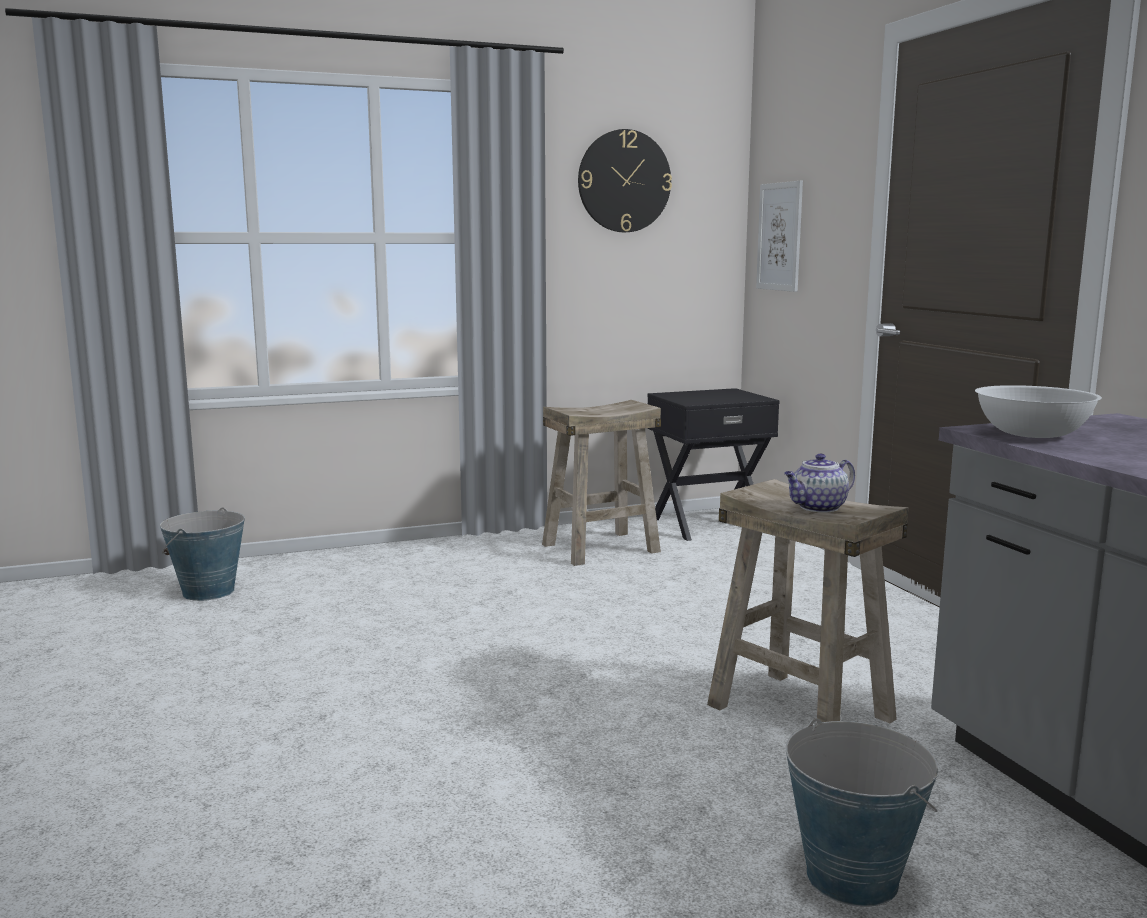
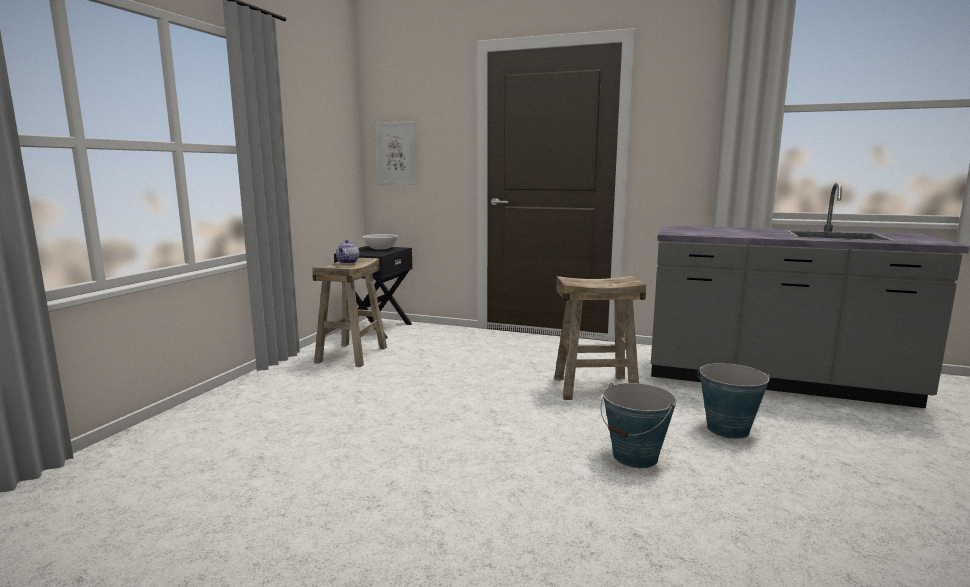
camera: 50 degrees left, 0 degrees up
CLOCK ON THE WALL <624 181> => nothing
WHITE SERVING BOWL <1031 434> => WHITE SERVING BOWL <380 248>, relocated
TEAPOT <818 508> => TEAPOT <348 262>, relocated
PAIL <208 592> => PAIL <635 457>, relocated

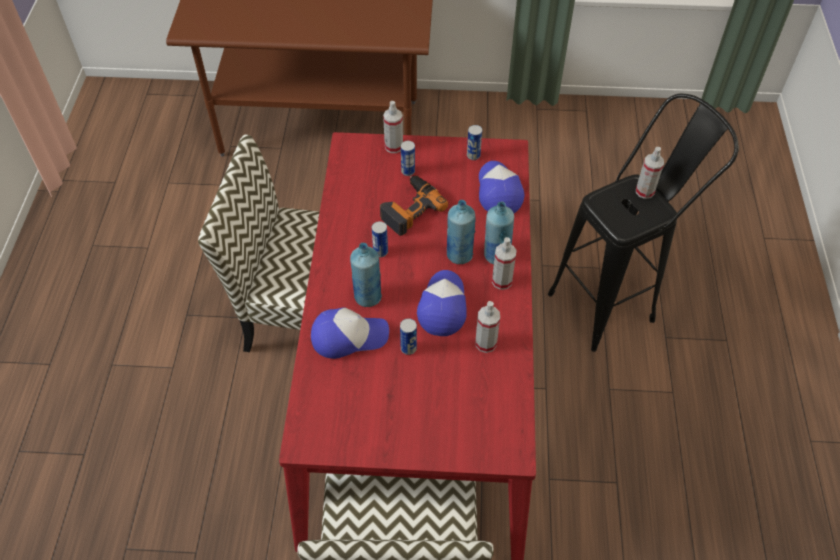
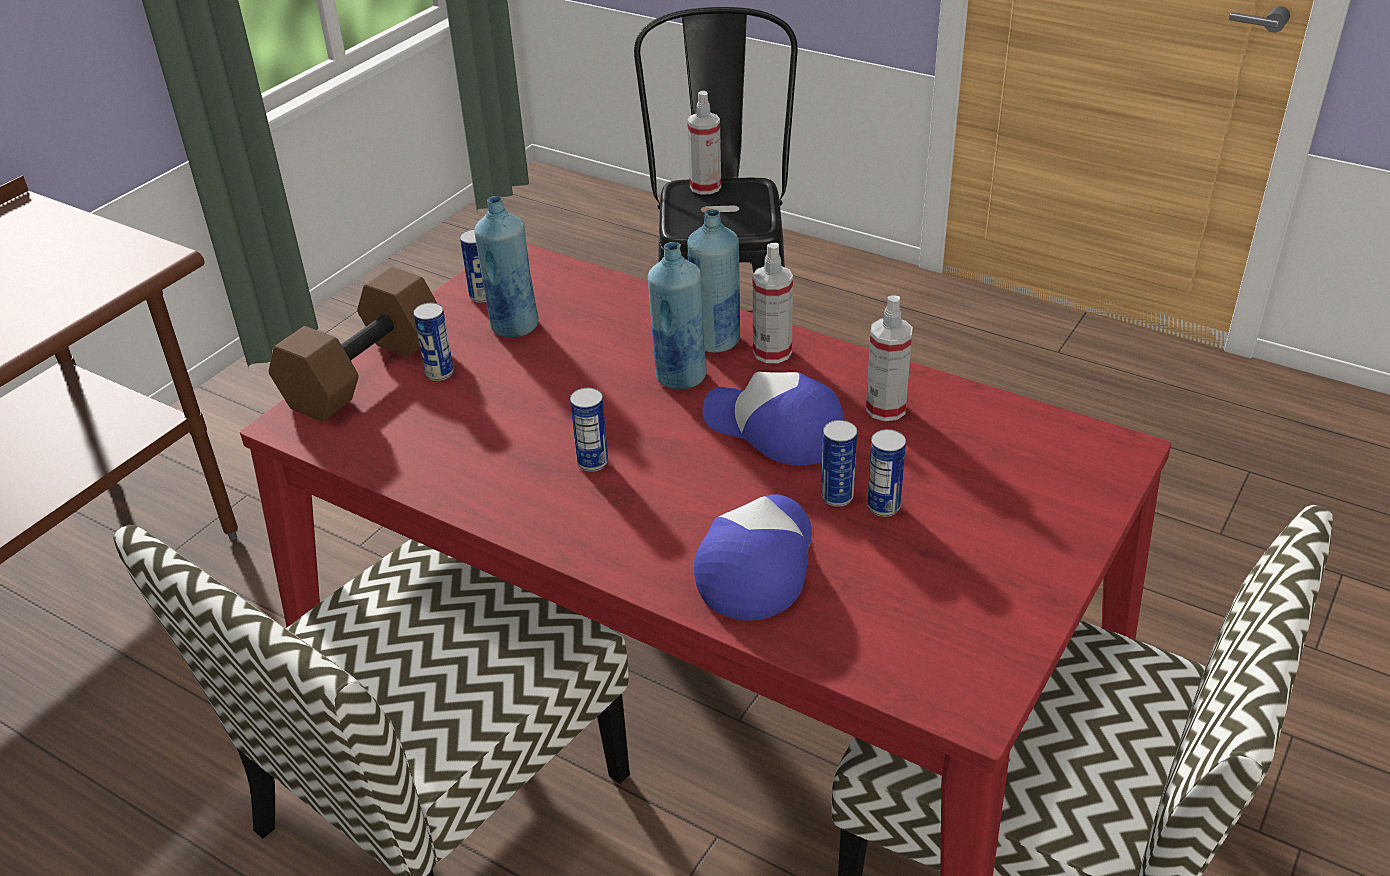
camera: 60 degrees left, 15 degrees down
SPRAY BOTTLE <393 146> => BROWN-COLOURED DUMBBELL <364 371>
CAP <498 191> => nothing
DRILL <409 208> => nothing
BLUE-COLOURED BOTTLE <367 297> => BLUE-COLOURED BOTTLE <513 326>, relocated
nothing => METAL CAN <883 506>

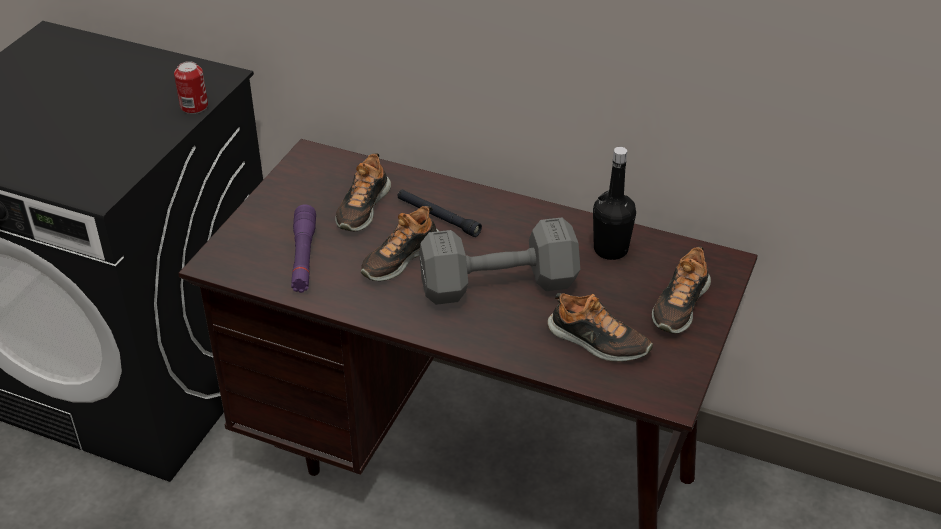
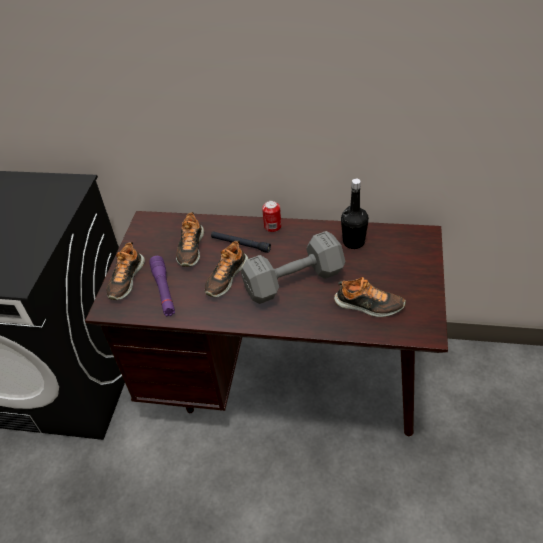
camera: 10 degrees left, 5 degrees up
METAL CAN <194 106> => METAL CAN <272 226>, relocated
LOW SHOE <680 305> => LOW SHOE <126 279>, relocated

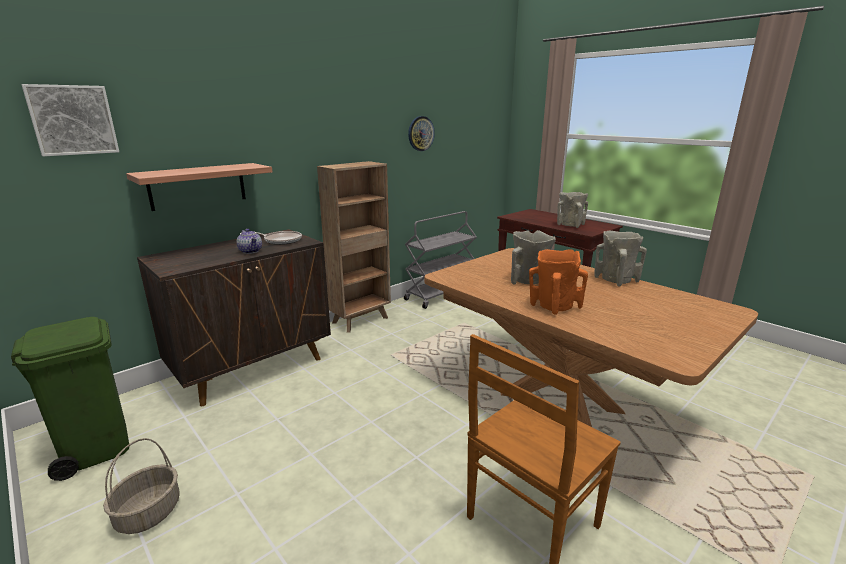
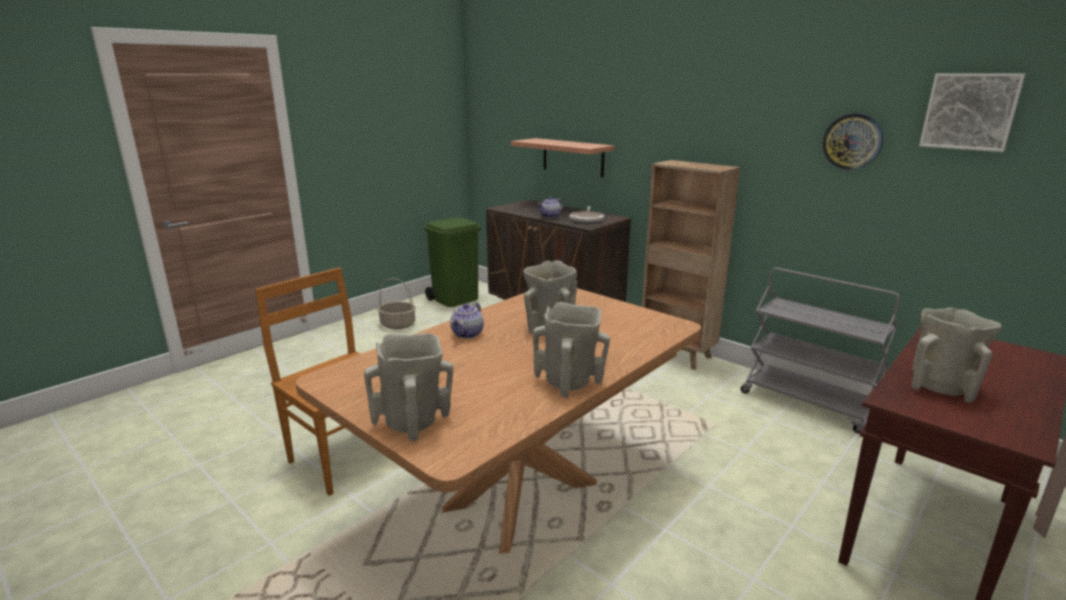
camera: 85 degrees right, 0 degrees up
PICTURE <73 120> => PICTURE <970 111>, relocated
ORANGEY DECORATIVE VASE <553 307> => TEAPOT <468 334>
nothing => BEIGE DECORATIVE VASE <414 421>

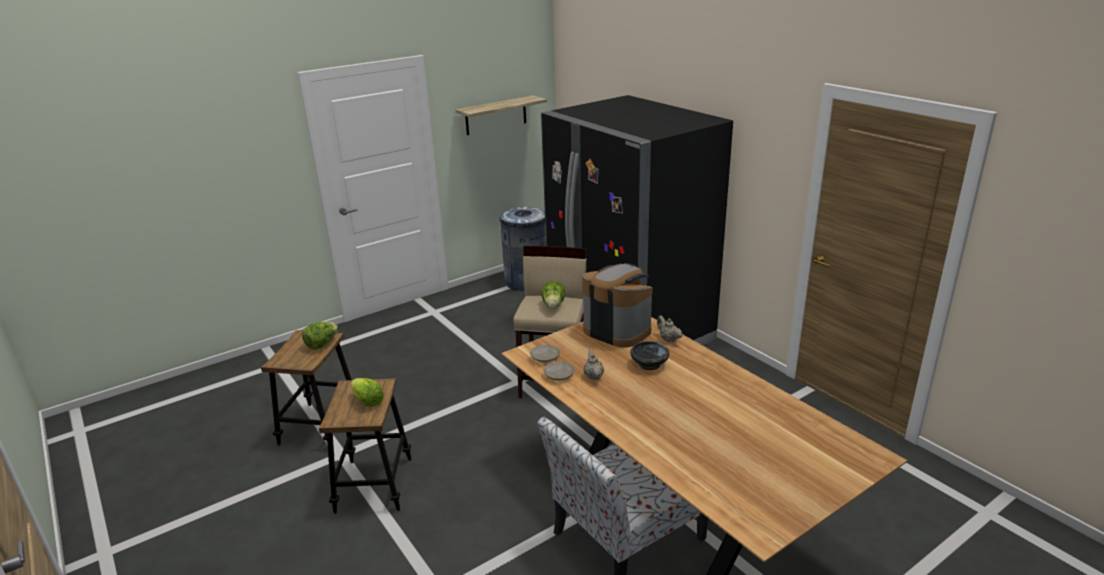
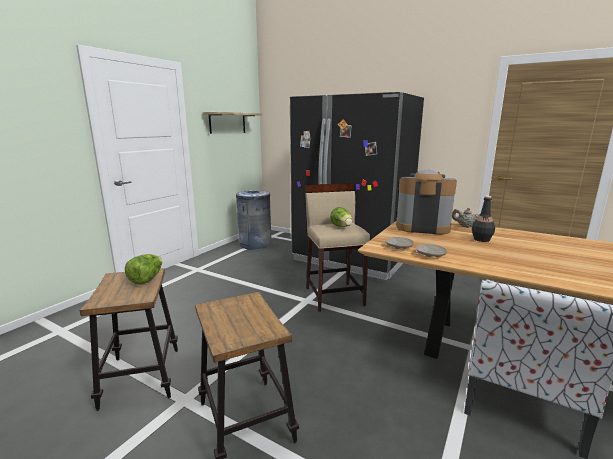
camera: 25 degrees left, 10 degrees down
BLACK SERVING BOWL <649 364> => BLACK BOTTLE <481 239>
BEIGE TEAPOT <593 376> => nothing
LETTUCE HEAD <367 401> => nothing

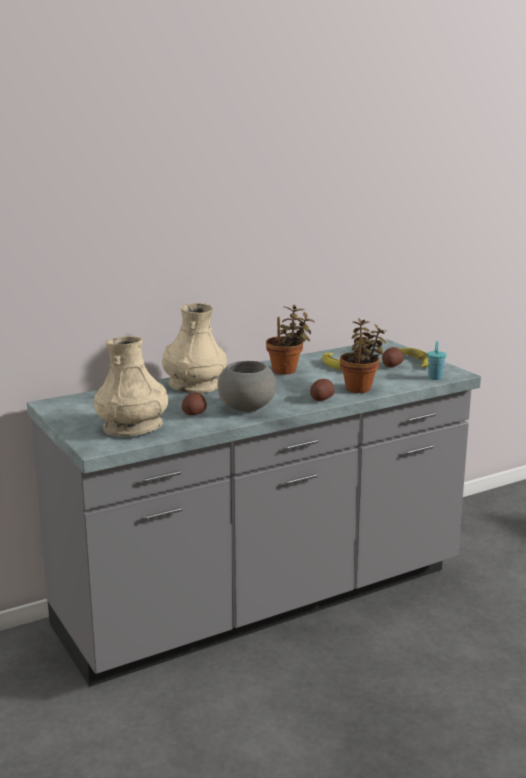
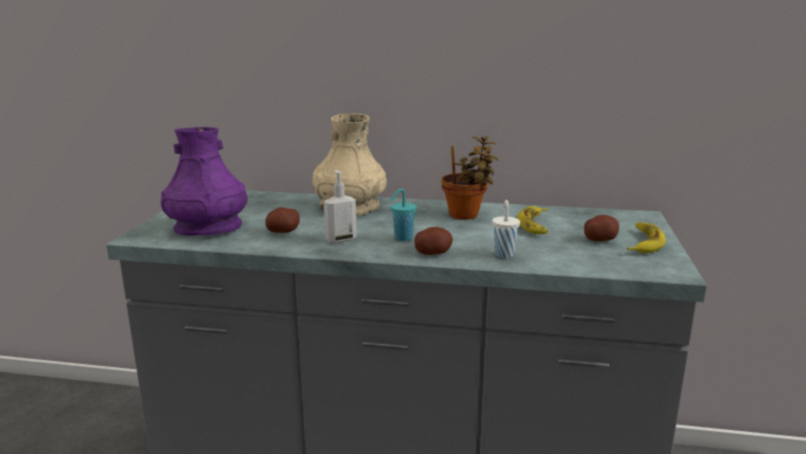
camera: 40 degrees right, 0 degrees up
PLANT IN A POT <360 388> => WHITE SMALL CUP <504 254>
BEIGE DECORATIVE VASE <133 427> => PURPLISH DECORATIVE VASE <208 228>
TURQUOISE SMALL CUP <435 378> => TURQUOISE SMALL CUP <402 238>, relocated
GREYISH SERVING BOWL <246 407> => SOAP BOTTLE <340 240>

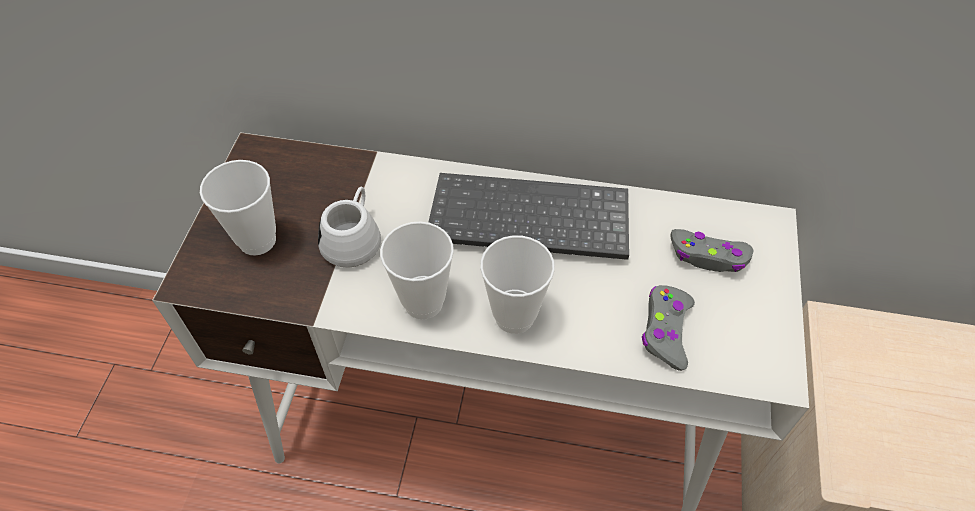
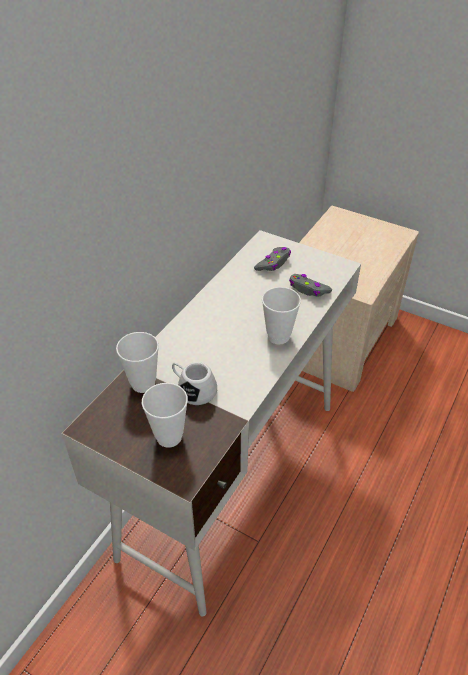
camera: 70 degrees left, 10 degrees down
PC KEYBOARD <526 222> => nothing
SMALL CUP <423 302> => SMALL CUP <143 384>, relocated

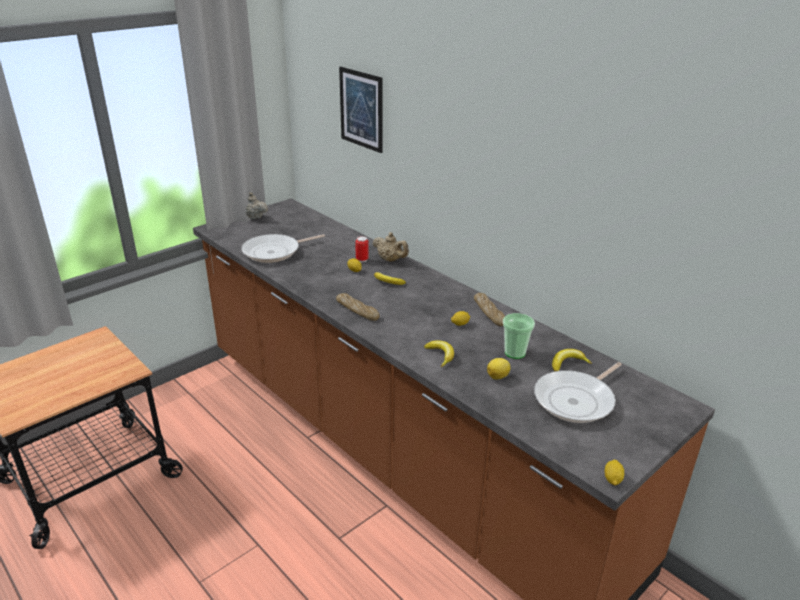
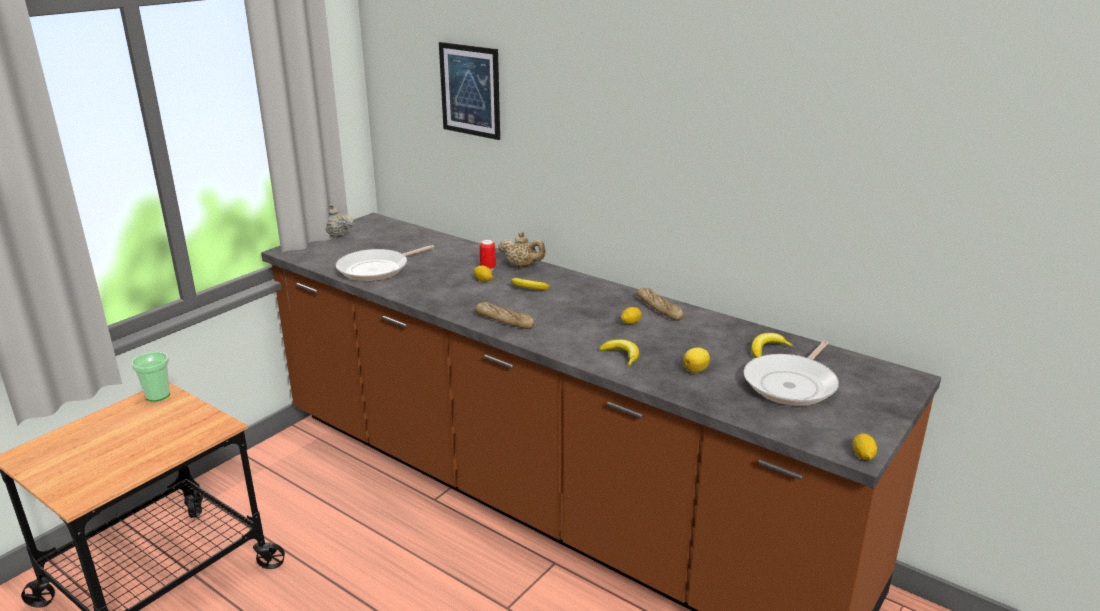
camera: 10 degrees left, 5 degrees down
SMALL CUP <515 353> => SMALL CUP <158 395>, relocated

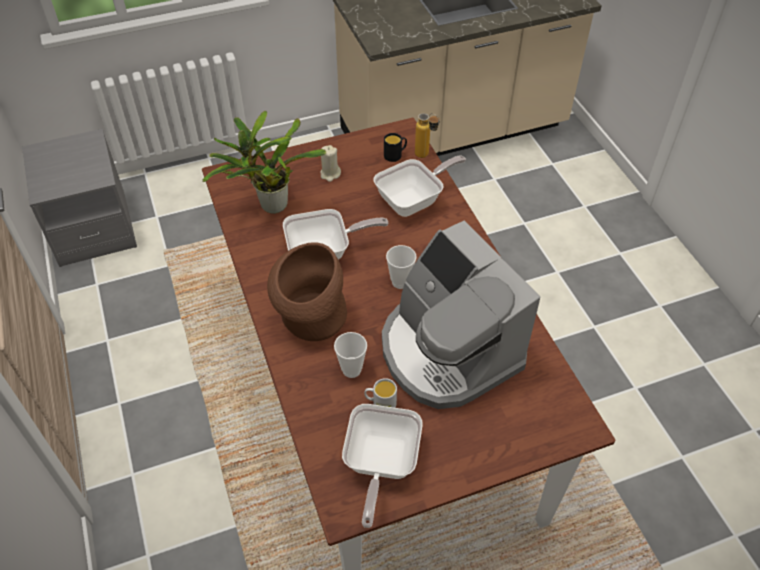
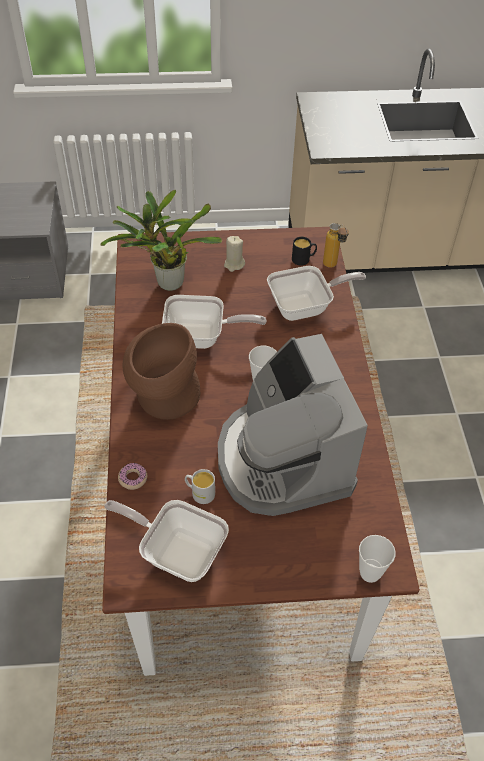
camera: 15 degrees right, 0 degrees up
SMALL CUP <351 370> => SMALL CUP <370 573>, relocated
PAN <380 465> => PAN <177 551>, 90 degrees clockwise
nothing => RING DOUGHNUT <133 478>

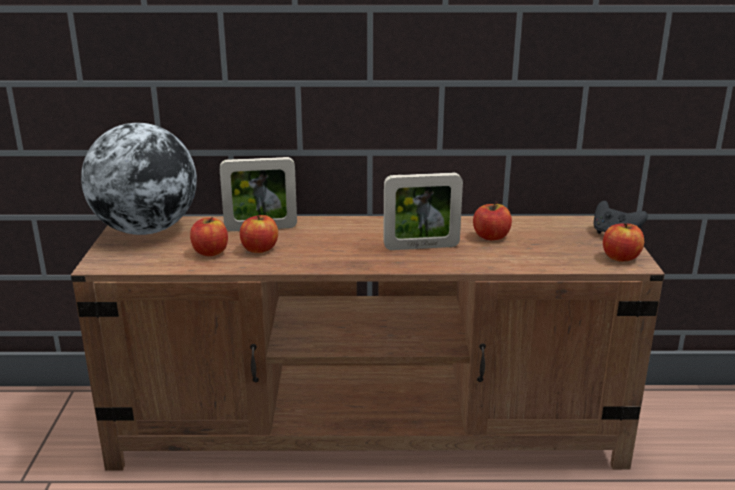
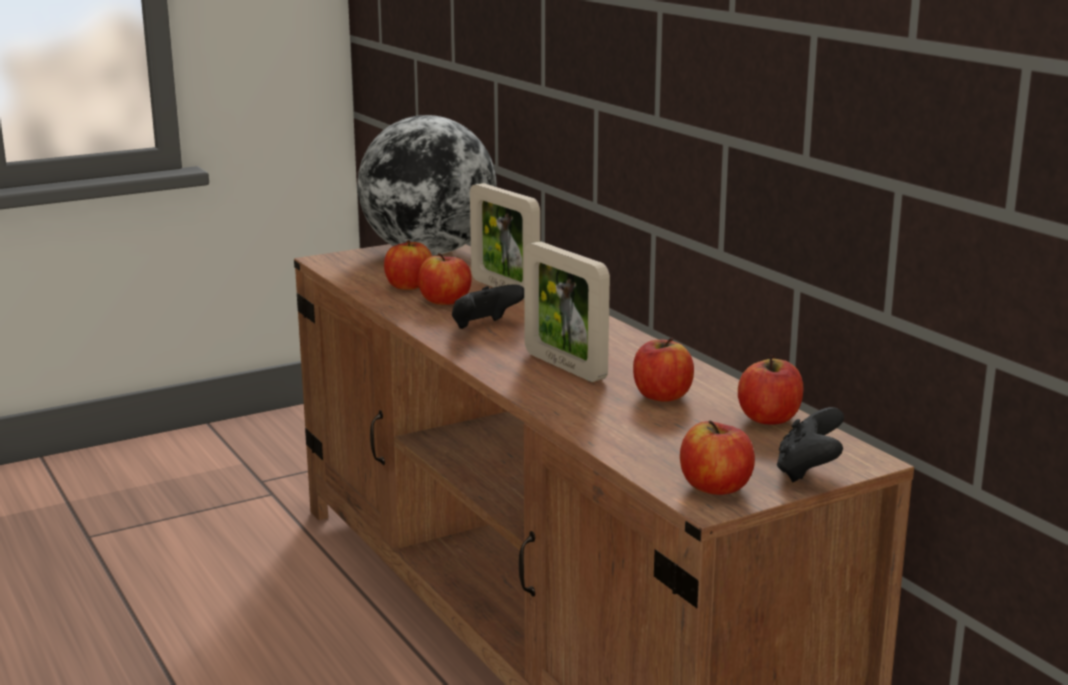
camera: 60 degrees right, 5 degrees down
nothing => BLACK JOYPAD <484 327>
nothing => APPLE <769 418>

